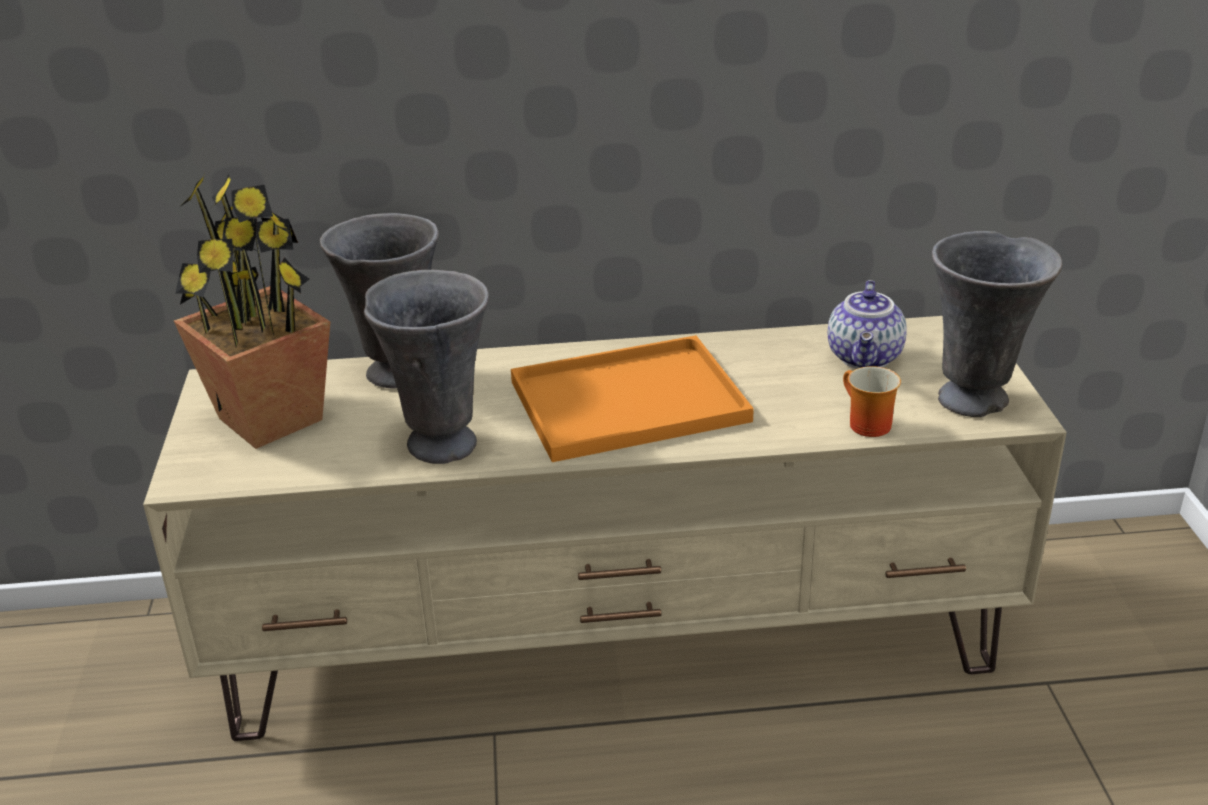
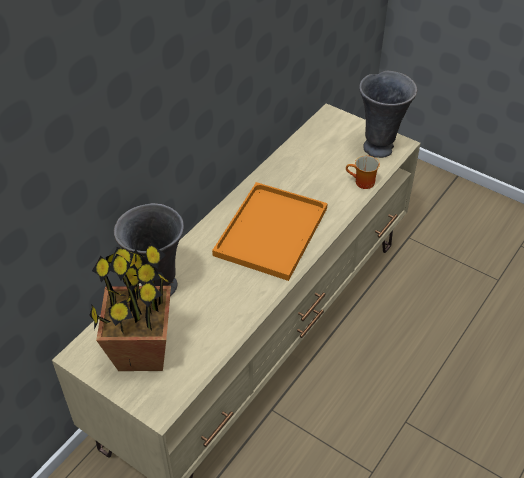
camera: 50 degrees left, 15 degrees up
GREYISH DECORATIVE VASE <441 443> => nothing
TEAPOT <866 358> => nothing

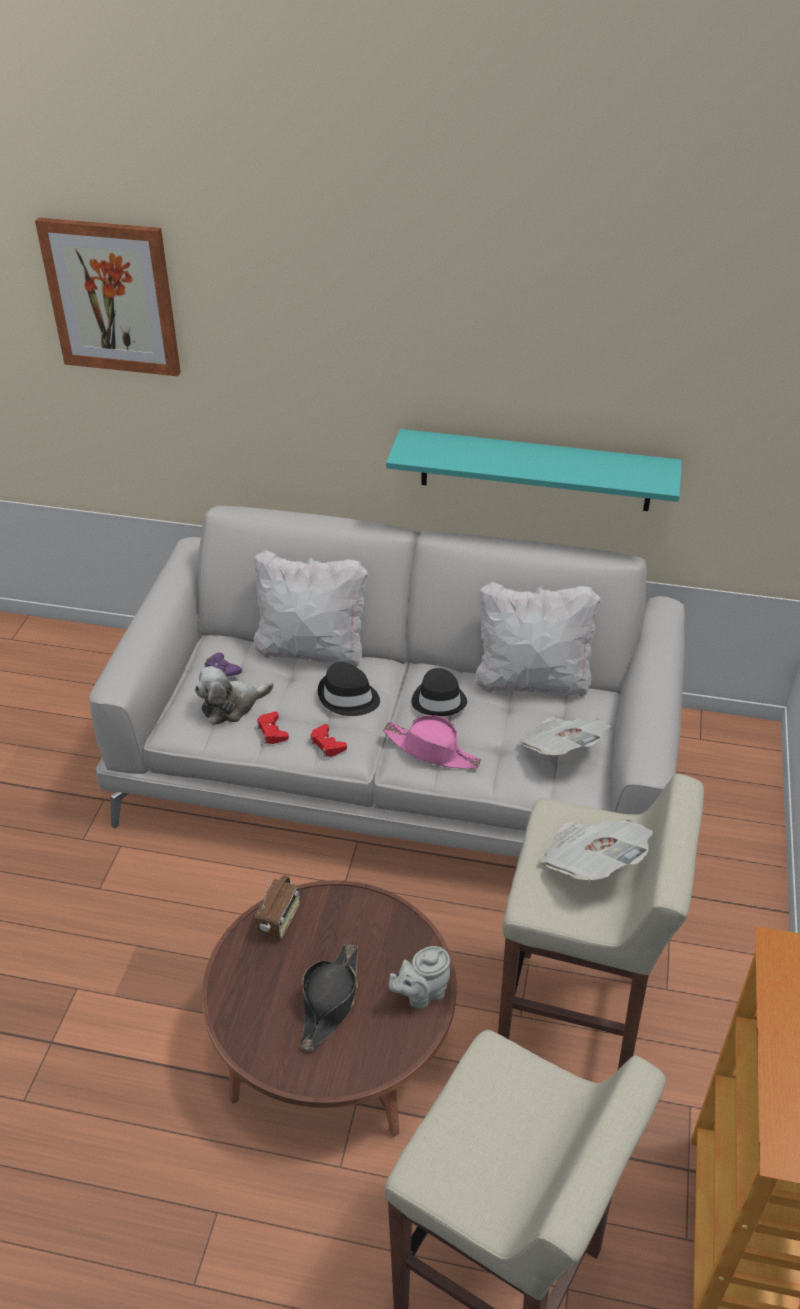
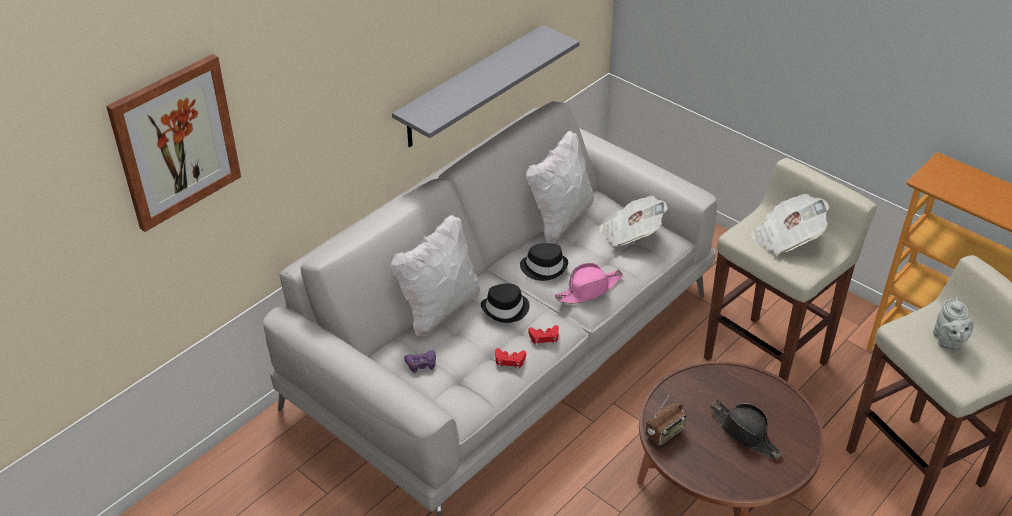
camera: 60 degrees left, 0 degrees up
TURQUOISE WALL SHELF <535 470> => GREYISH WALL SHELF <471 87>
CUDDLY TOY <232 706> => nothing
RADIO RECEIVER <279 919> => RADIO RECEIVER <665 433>, 90 degrees clockwise
GREYISH TEAPOT <421 994> => GREYISH TEAPOT <947 341>, relocated

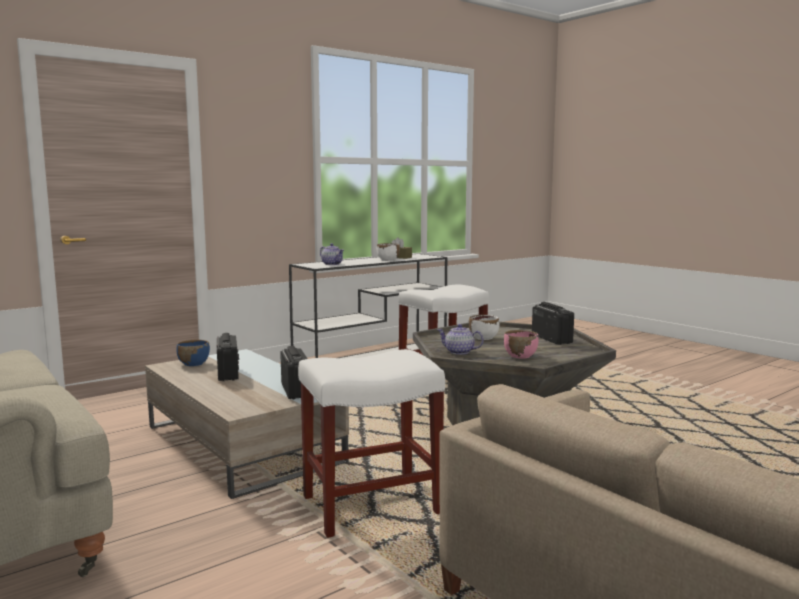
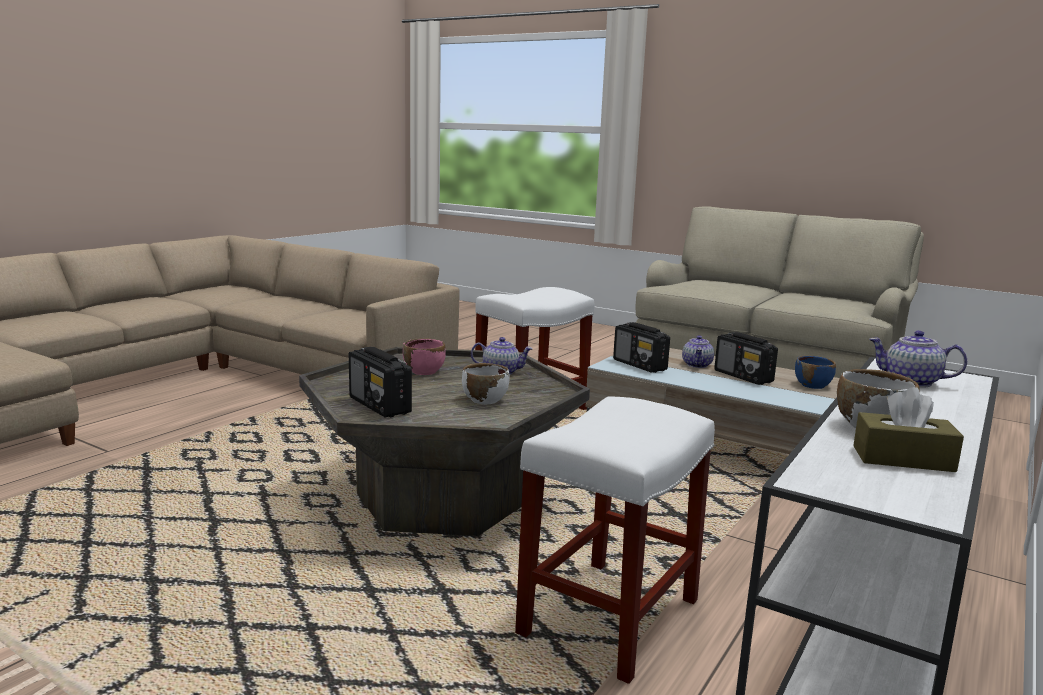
camera: 160 degrees right, 5 degrees up
nothing => TEAPOT <697 365>

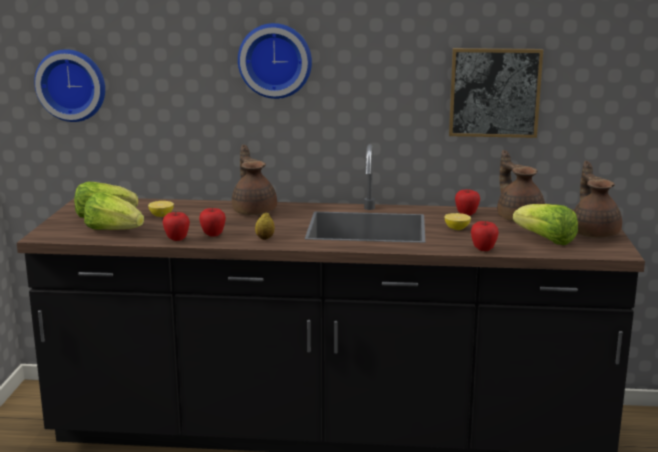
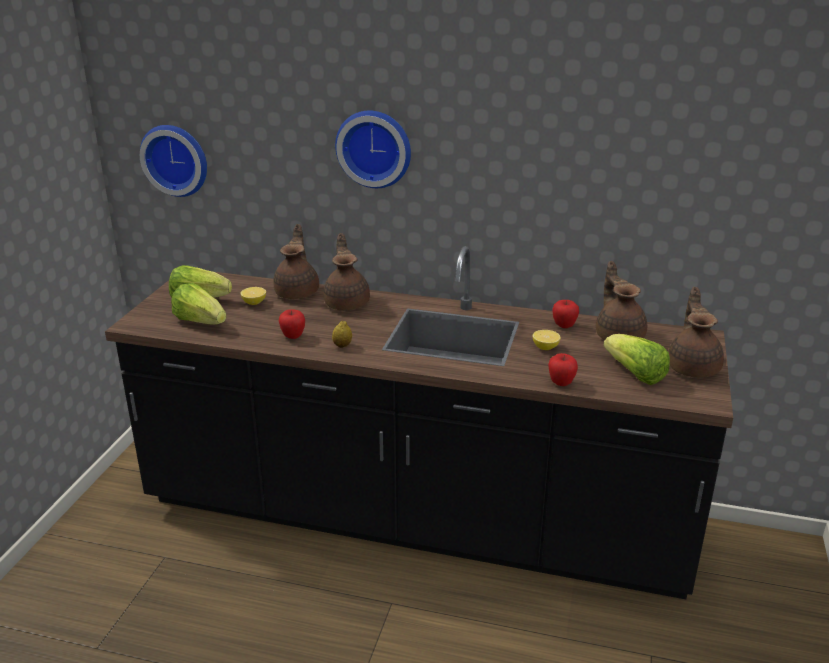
camera: 10 degrees right, 10 degrees up
PICTURE <494 92> => nothing
APPLE <177 239> => nothing
nothing => BROWN-COLOURED TEAPOT <298 292>

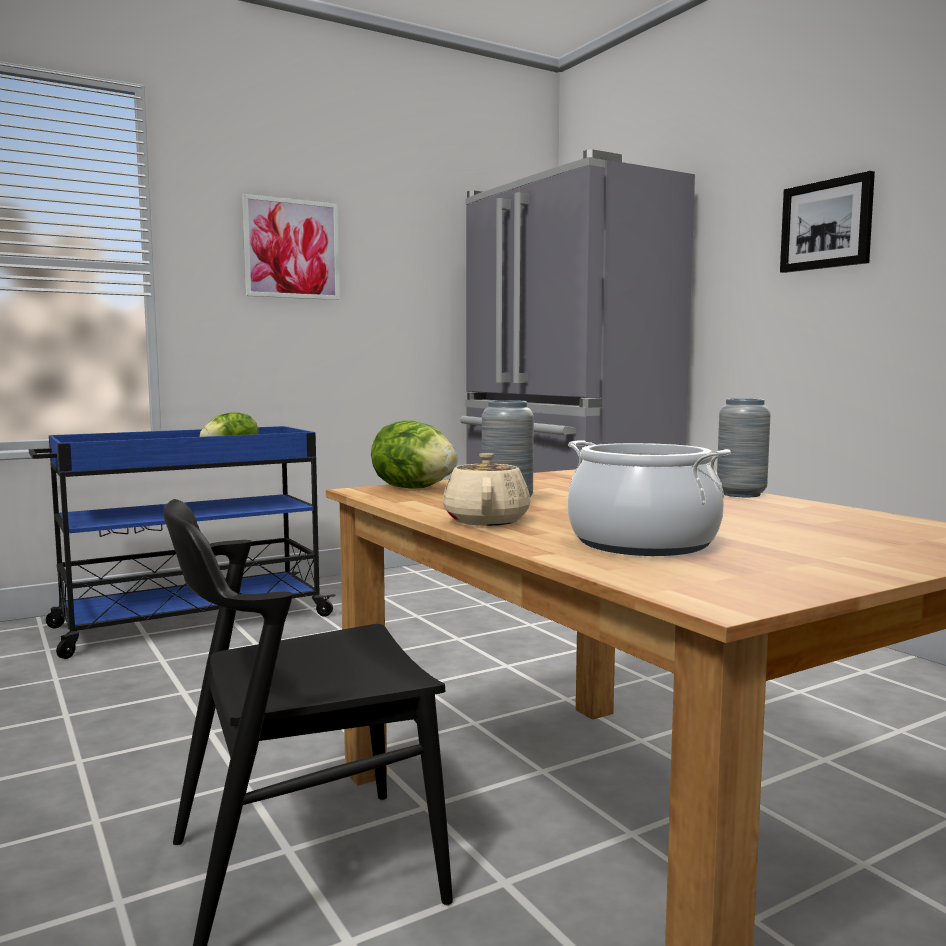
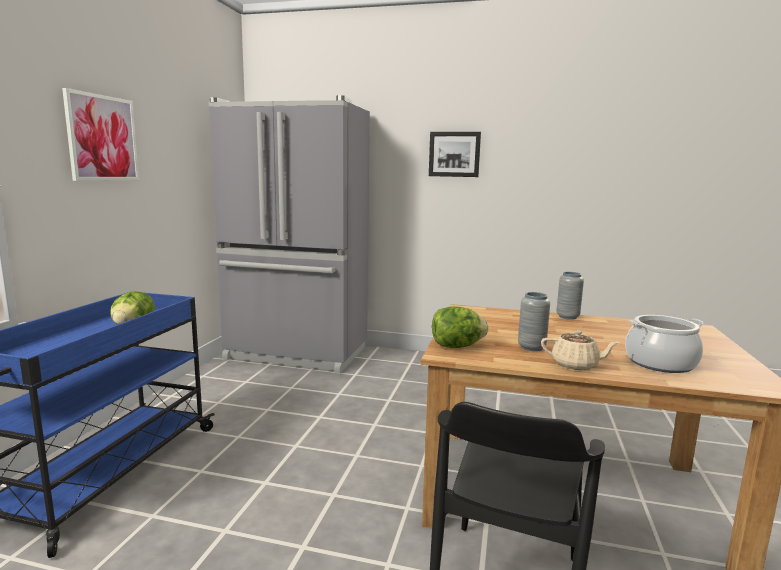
camera: 45 degrees left, 5 degrees up
BEIGE TEAPOT <486 520> => BEIGE TEAPOT <576 365>, 150 degrees clockwise

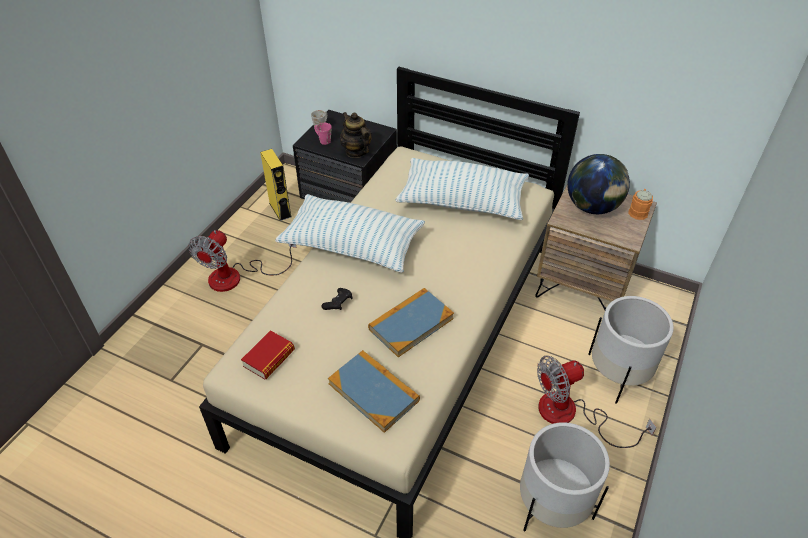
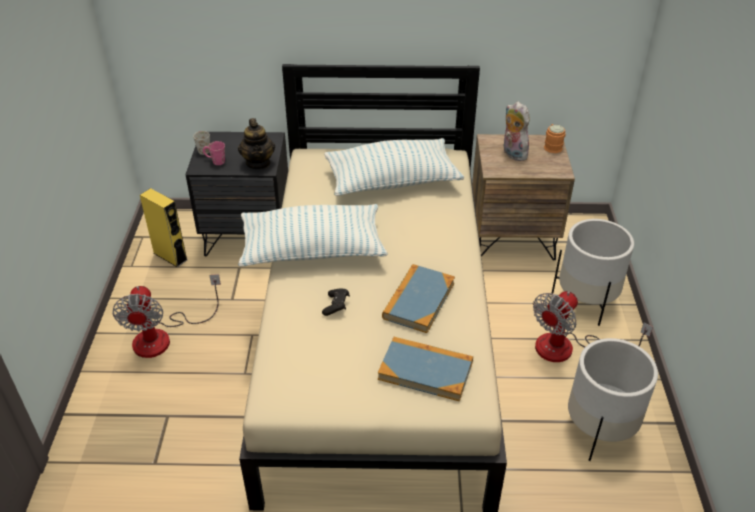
camera: 25 degrees left, 5 degrees down
TEAPOT <356 151> => TEAPOT <258 163>, 135 degrees counterclockwise
GLOBE <592 207> => CUDDLY TOY <512 153>
VOLUME <269 358> => nothing

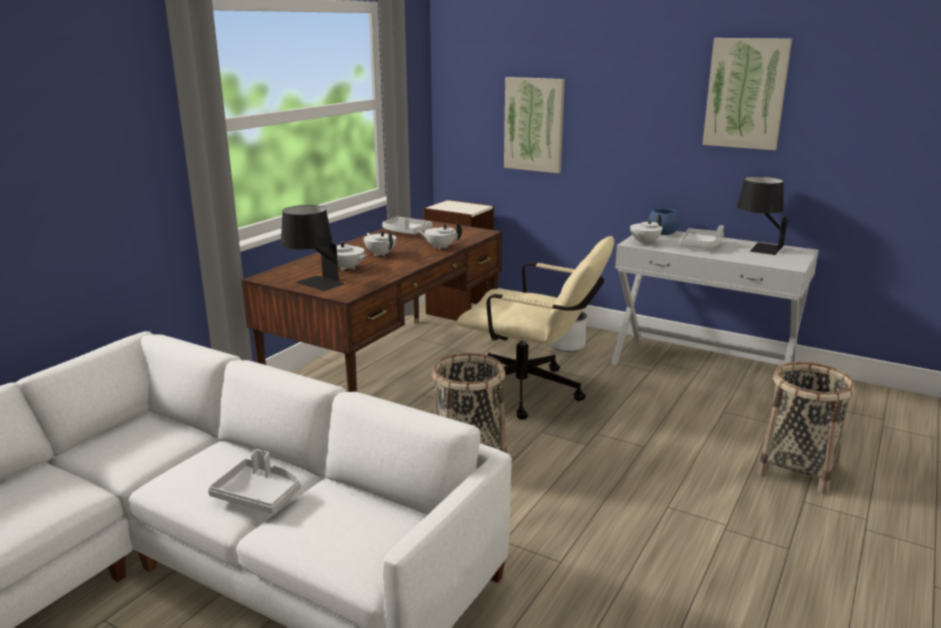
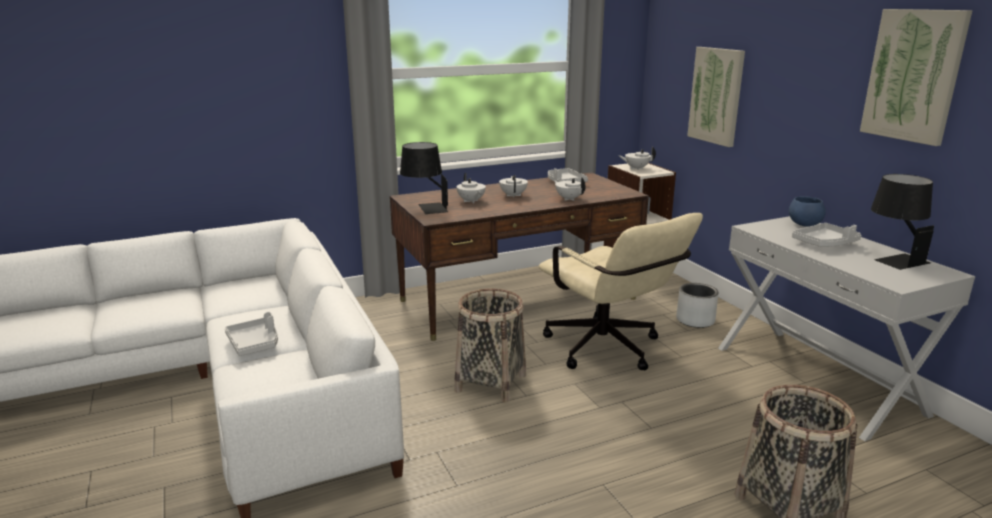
camera: 35 degrees right, 0 degrees up
WHITE TEAPOT <644 243> => WHITE TEAPOT <636 168>, relocated

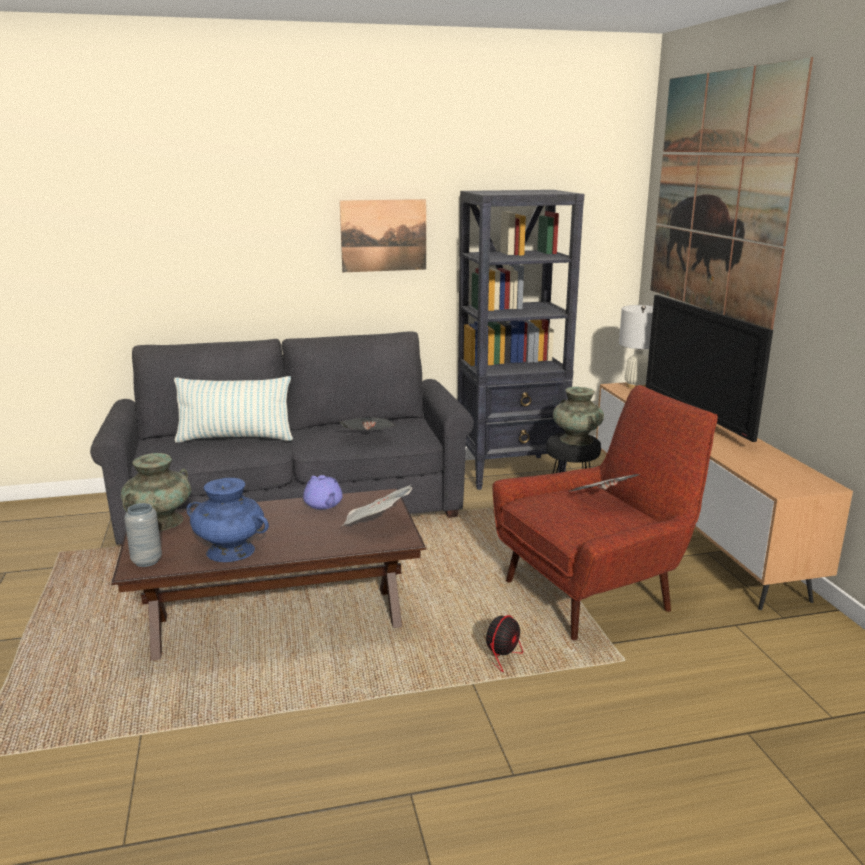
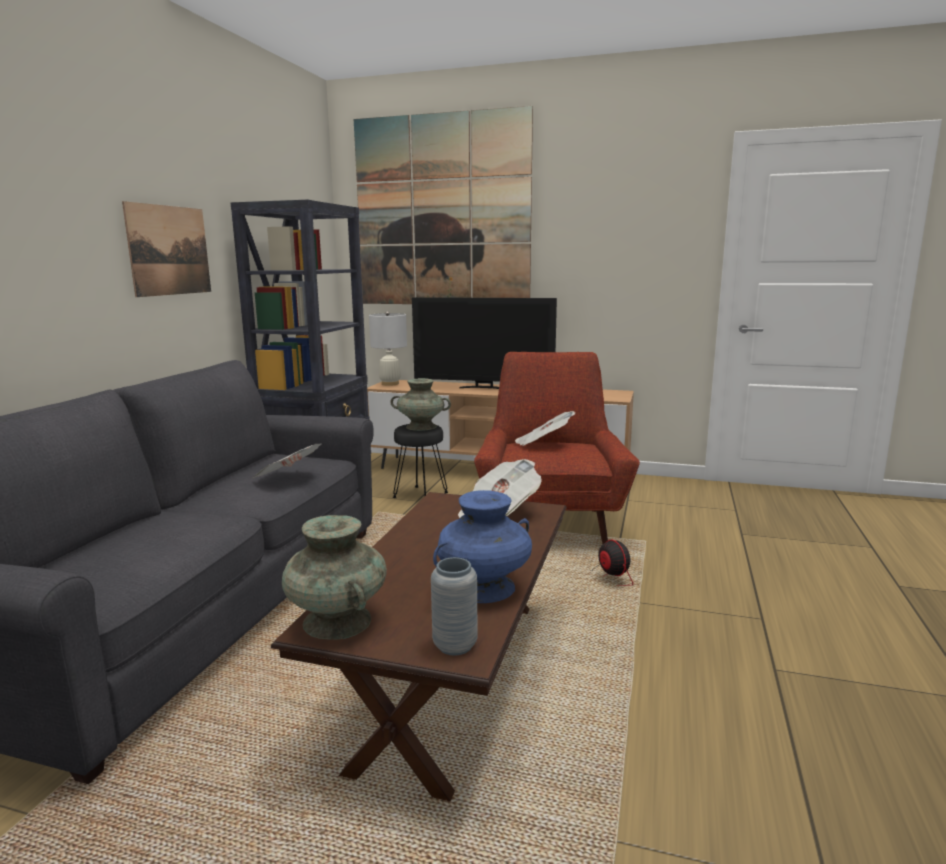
camera: 60 degrees left, 5 degrees down
PILLOW <235 438> => nothing
PURPLISH TEAPOT <323 504> => nothing

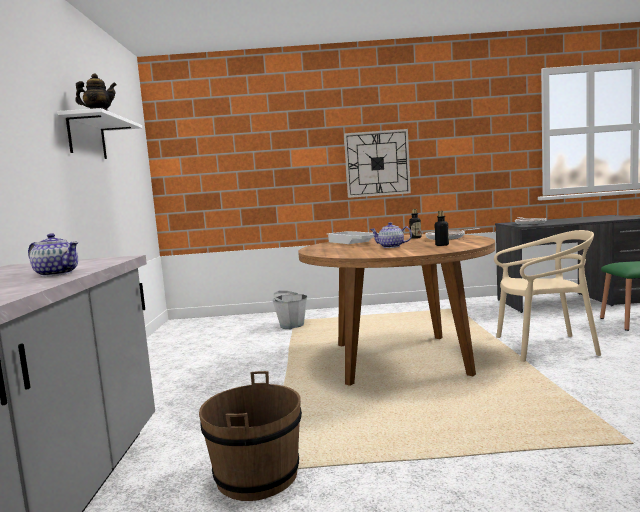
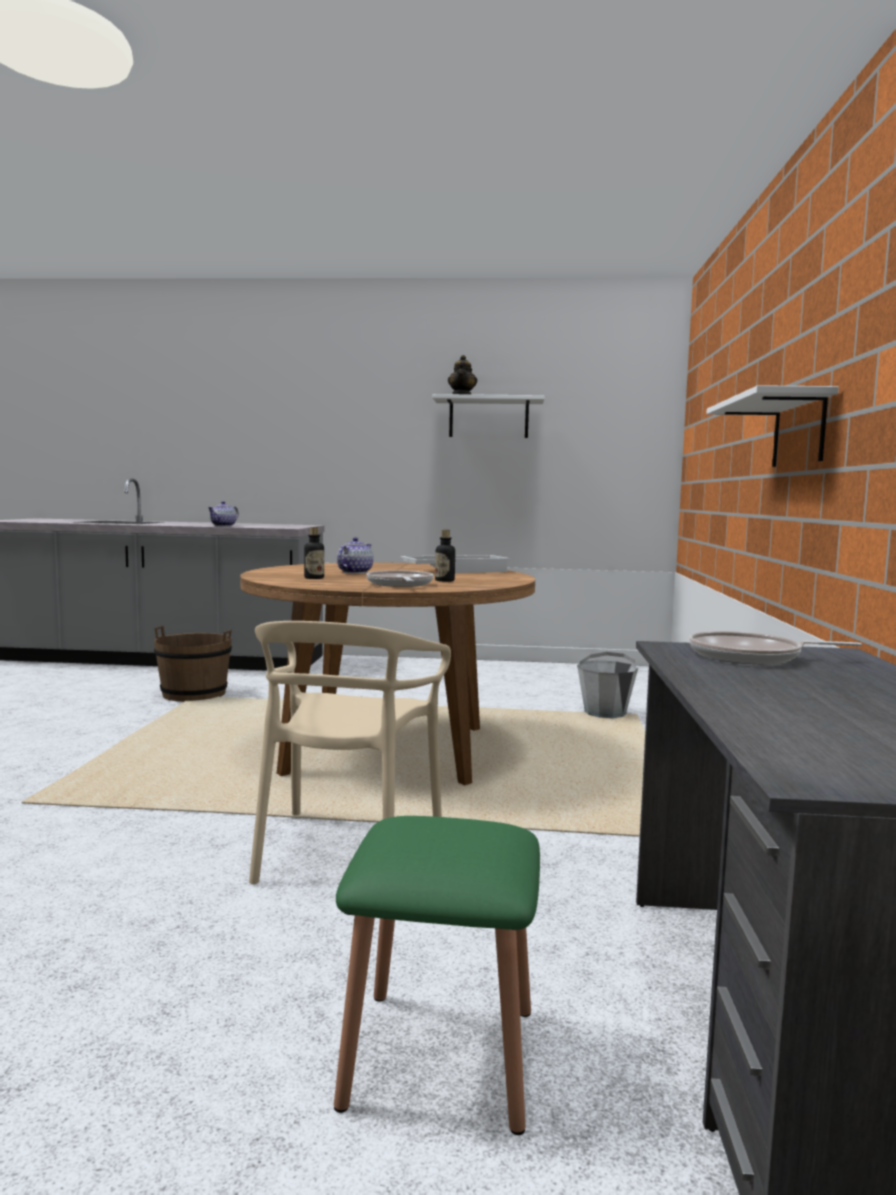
camera: 95 degrees right, 0 degrees up
CLOCK ON THE WALL <377 163> => WHITE WALL SHELF <798 431>

